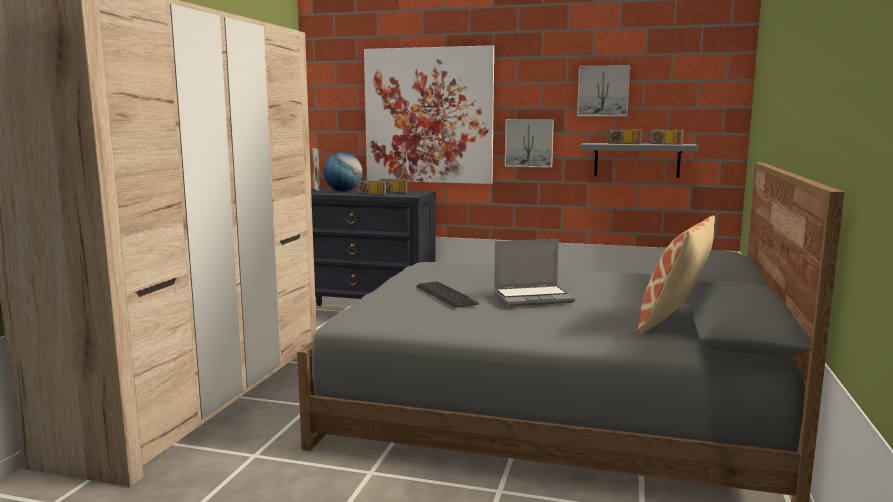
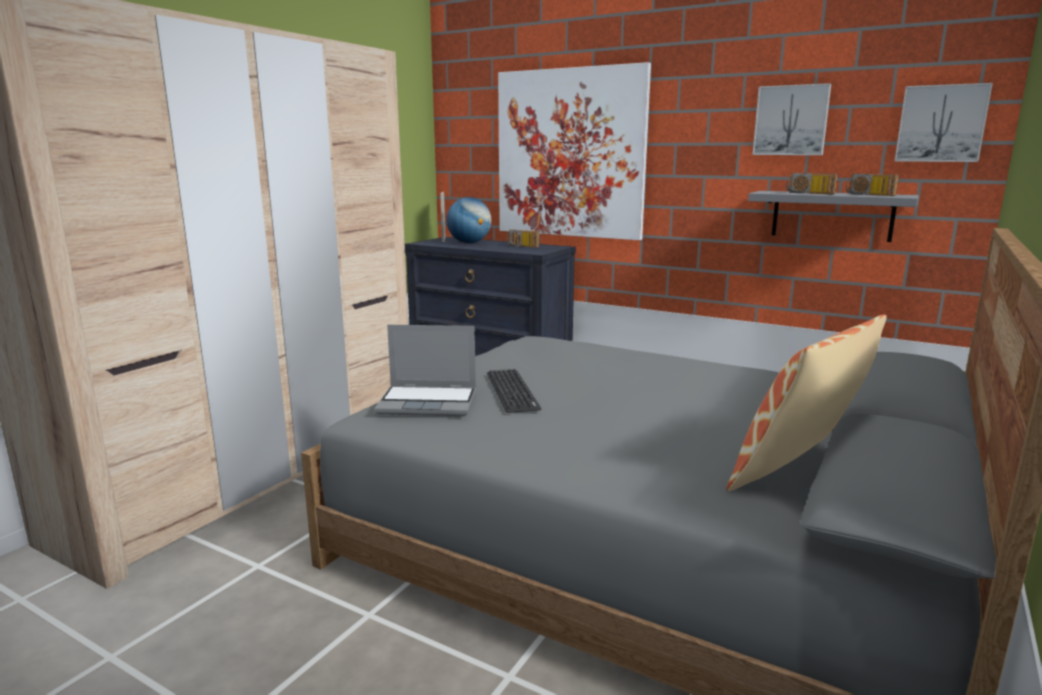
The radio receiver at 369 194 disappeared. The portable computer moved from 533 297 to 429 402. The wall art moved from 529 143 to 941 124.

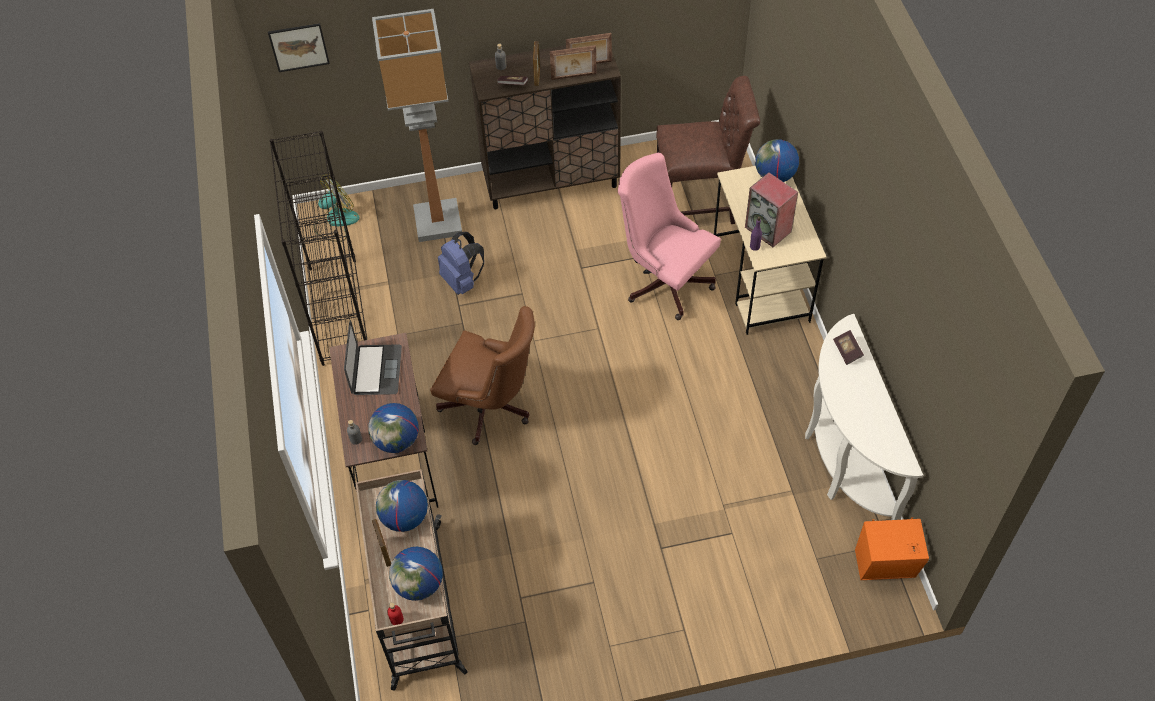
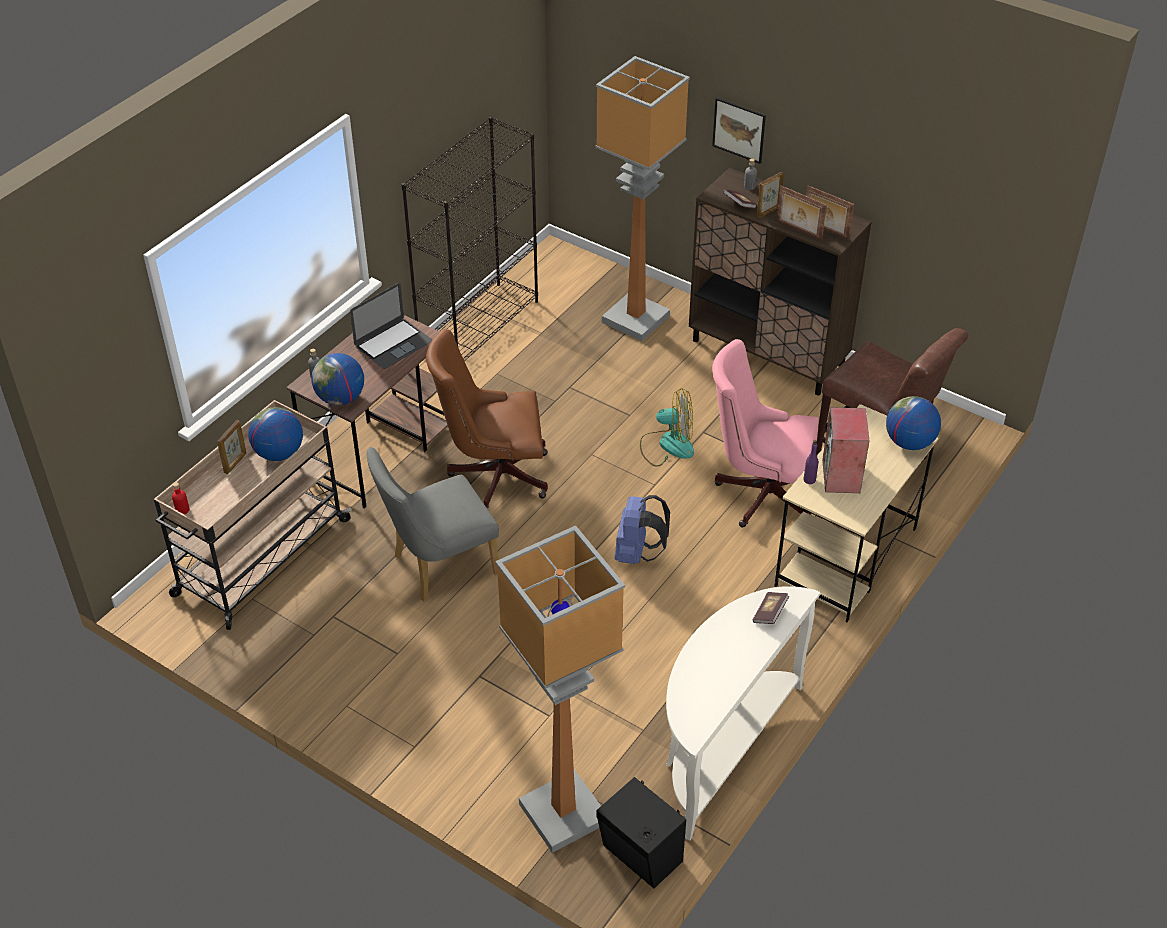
The wall art moved from 299 47 to 739 130. The fan moved from 336 222 to 667 445. The globe at 419 585 disappeared. The computer chair (brown) at 491 408 turned 105 degrees clockwise. The knapsack (bluish) moved from 462 281 to 638 553. The computer chair (pink) at 664 280 turned 75 degrees counterclockwise. The audio speaker (orangey) at 886 566 became the audio speaker (blackish) at 641 857. The chair (gray) at 438 567 appeared. The standing lamp at 563 815 appeared.

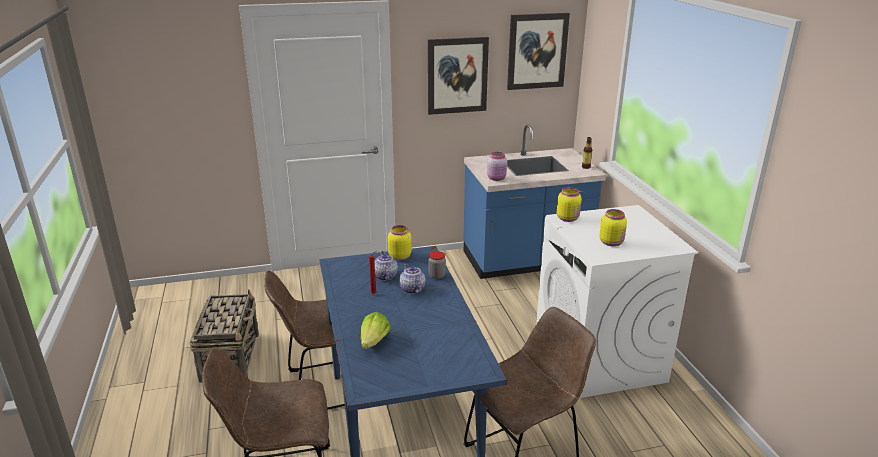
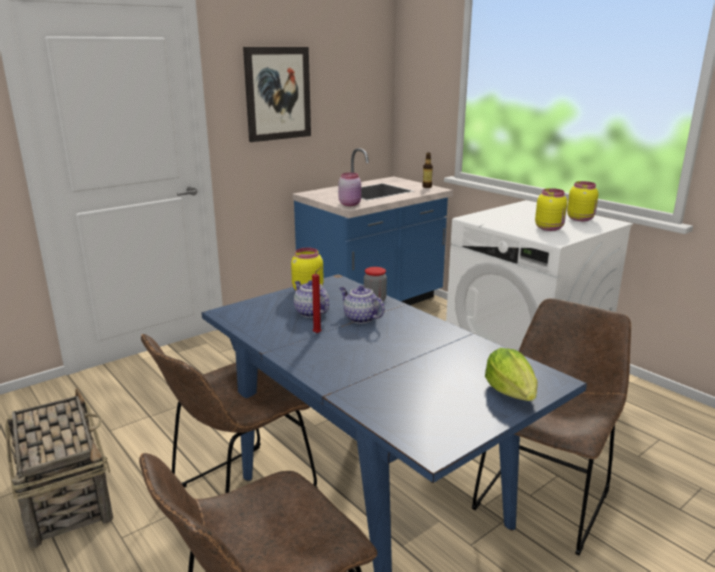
The head of lettuce moved from 374 342 to 512 393. The wall art at 537 51 disappeared. The jar (yellow) moved from 568 218 to 580 219.

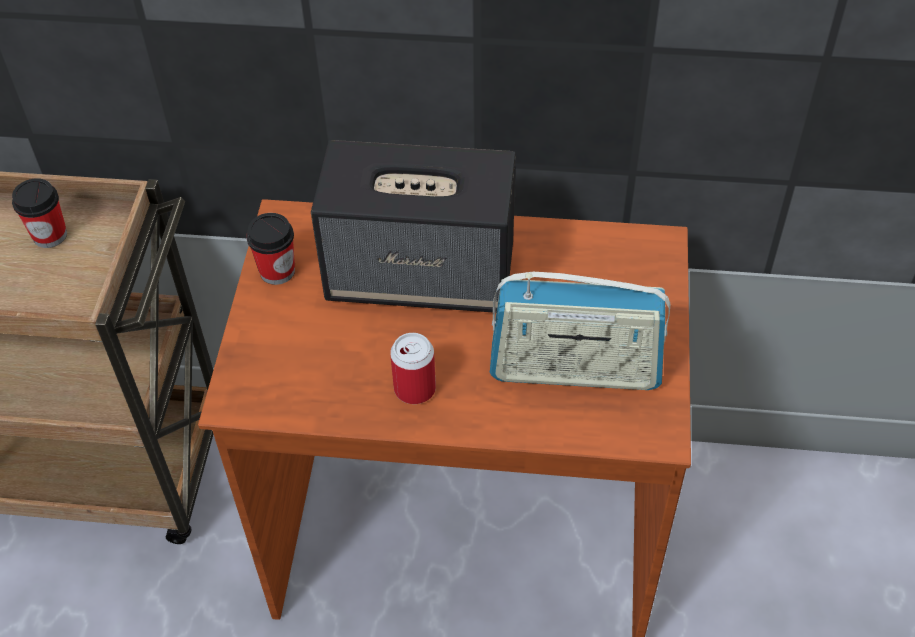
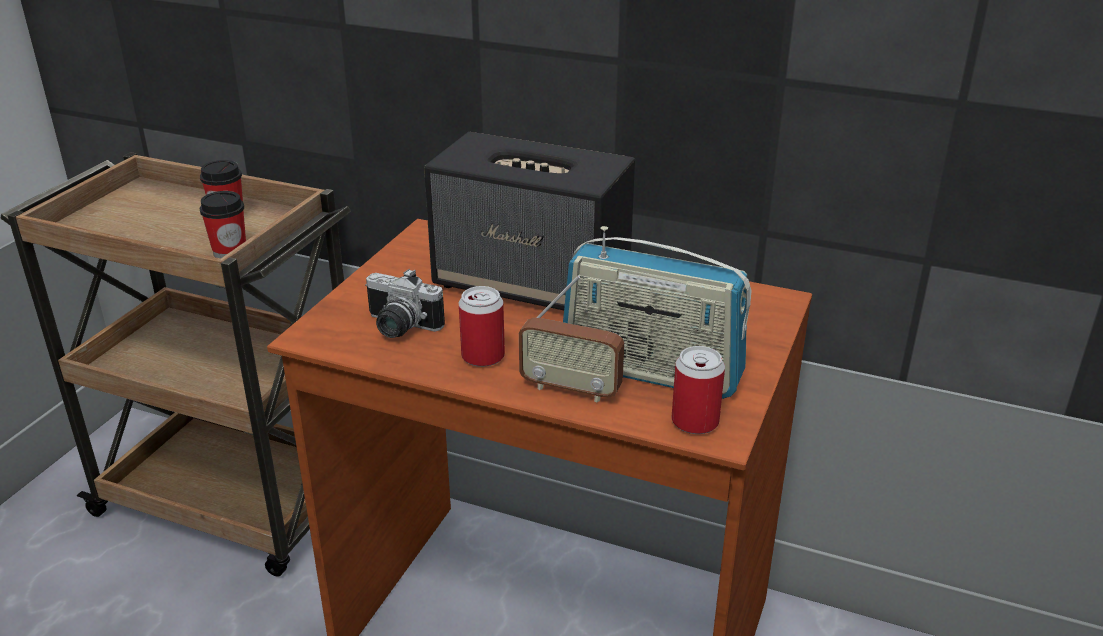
The drinking cup moved from 277 271 to 230 252. The photo camera at 398 328 appeared. The radio receiver at 570 389 appeared. The sealed can at 695 421 appeared.

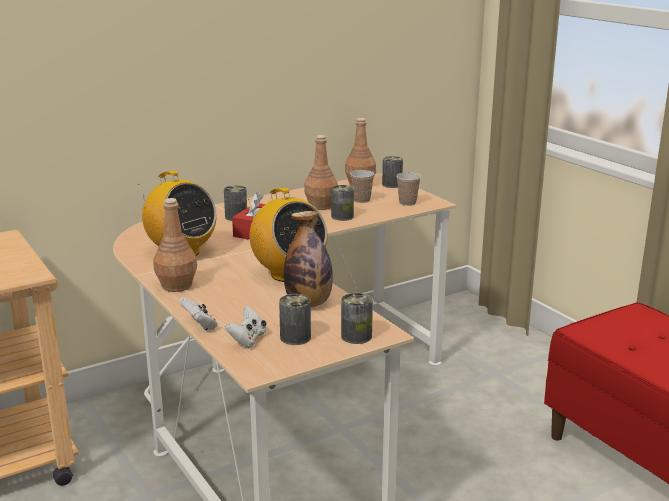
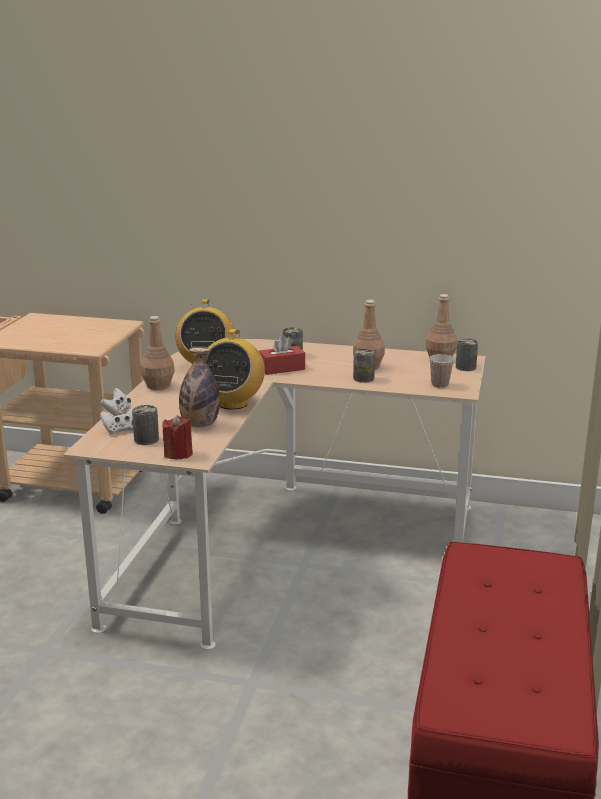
The sealed can at 356 336 was replaced by the candle (red-coloured) at 178 454. The drinking cup at 361 200 disappeared.

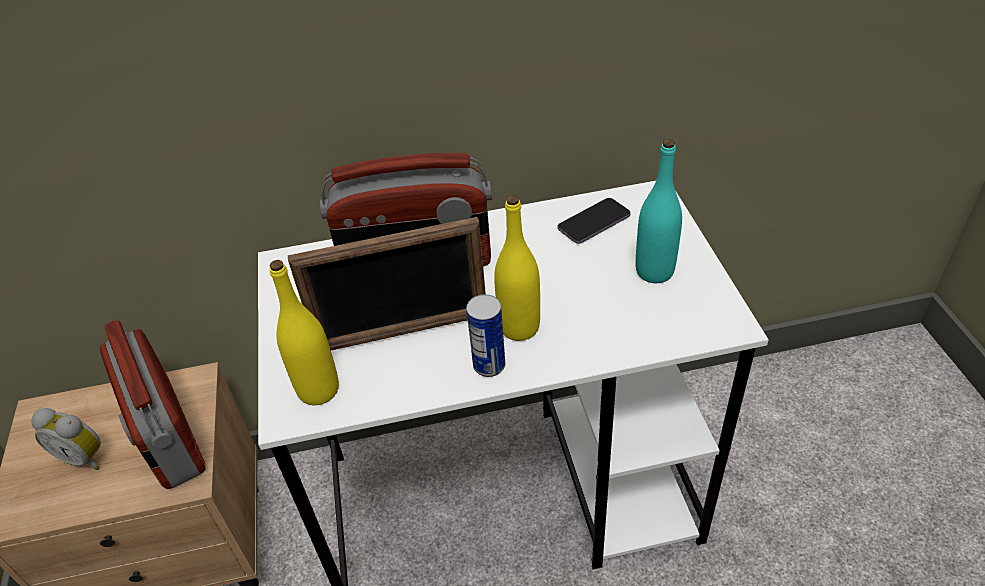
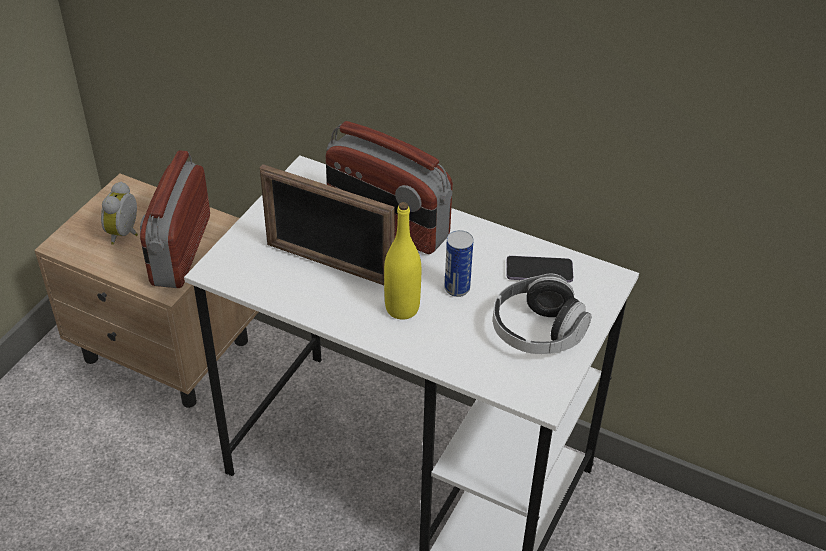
The table clock at 85 456 turned 45 degrees clockwise. The drink bottle (yellow) at 318 390 disappeared. The sealed can moved from 489 365 to 457 288. The drink bottle (blue-green) at 654 271 was replaced by the pair of headphones at 537 331.

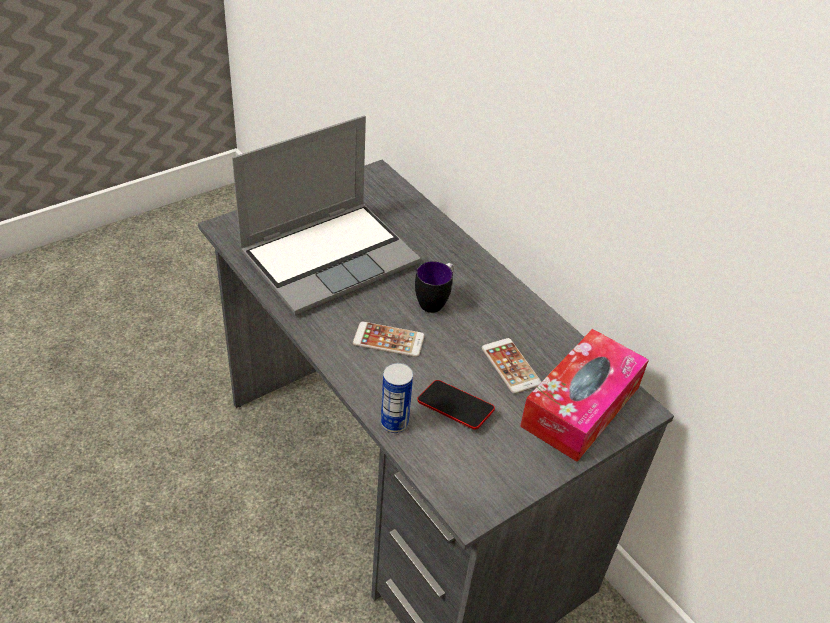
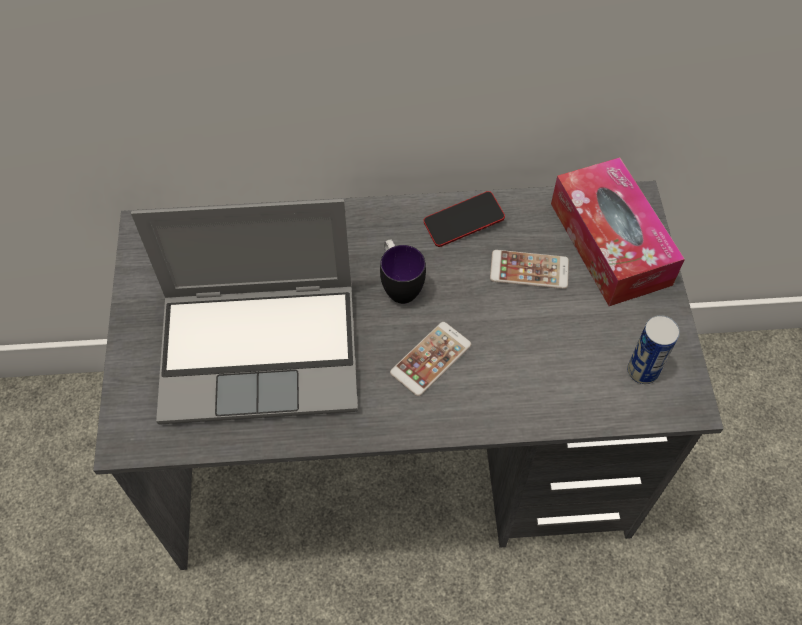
The portable computer at 330 257 turned 90 degrees clockwise. The sealed can moved from 394 423 to 642 371. The phone moved from 455 408 to 463 222.

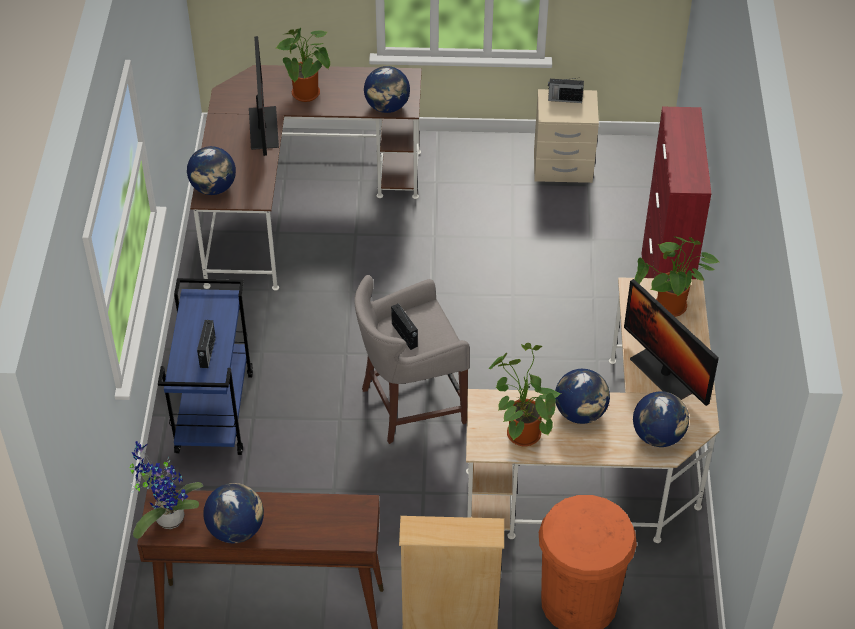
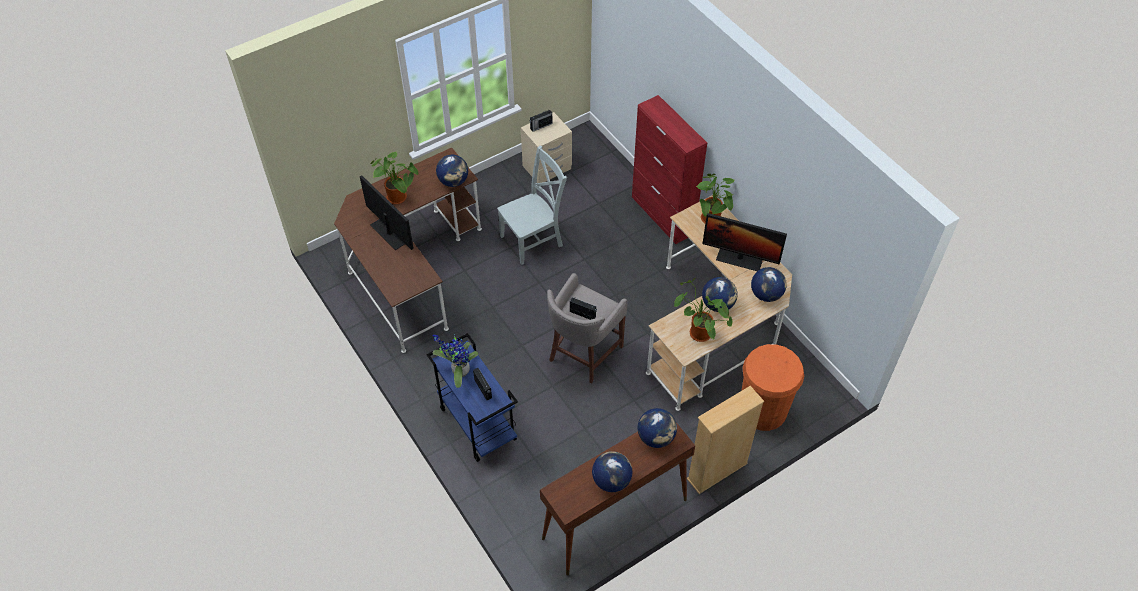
The plant in a pot moved from 166 517 to 458 371. The globe moved from 213 188 to 656 437. The chair (gray) at 534 240 appeared.

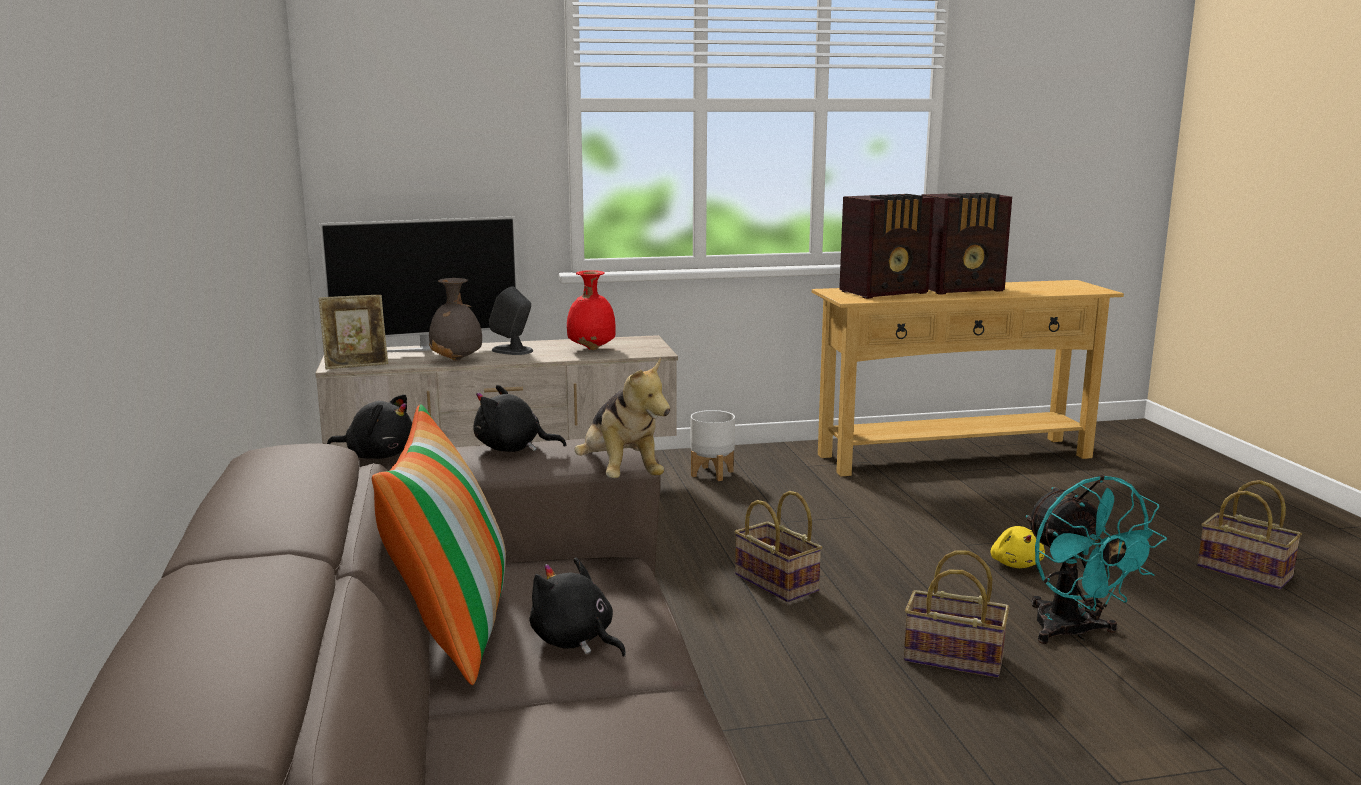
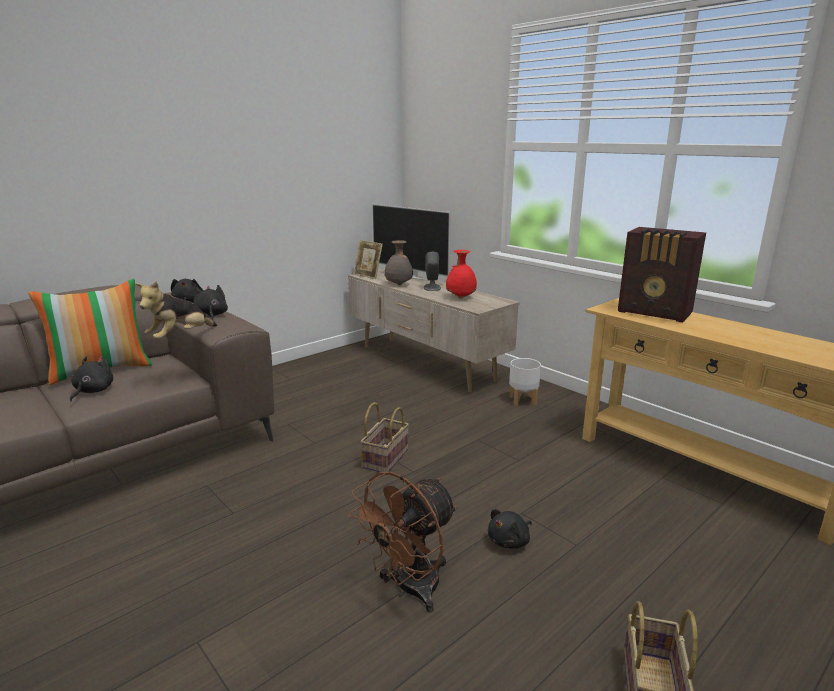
The storage basket at 950 658 disappeared. The radio receiver at 962 289 disappeared. The plush toy (yellow) at 1015 564 became the plush toy (blackish) at 510 541. The fan (blue-green) at 1073 633 became the fan (brown) at 409 589.

